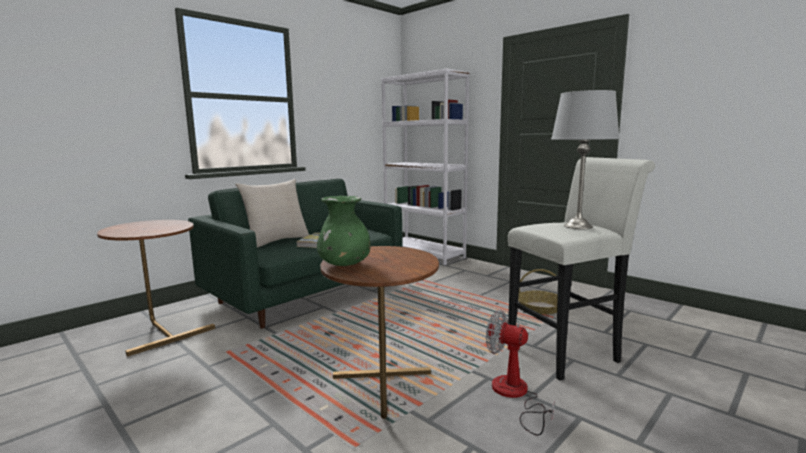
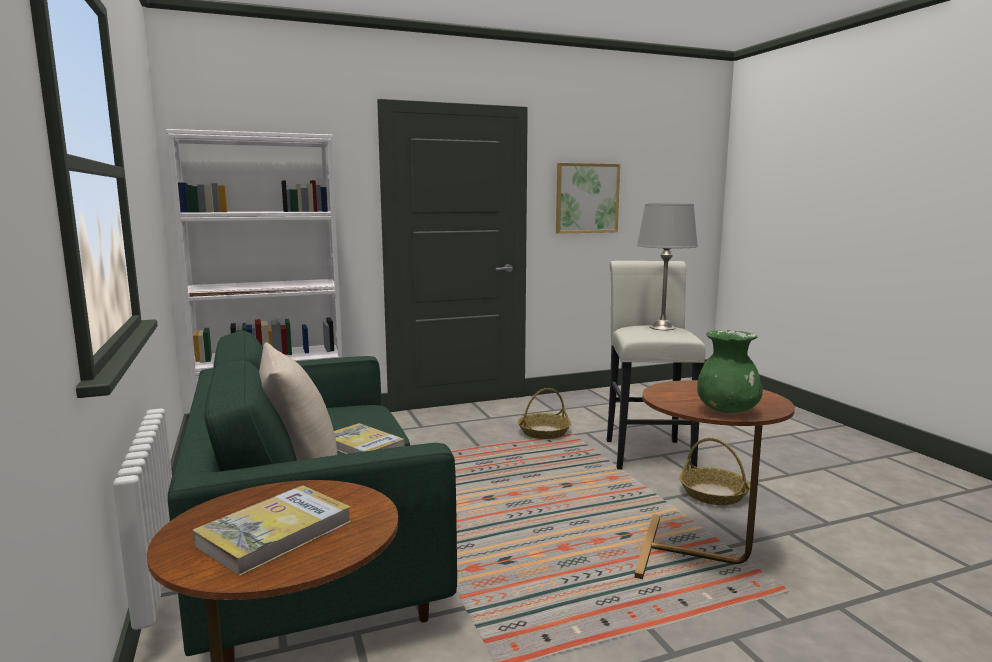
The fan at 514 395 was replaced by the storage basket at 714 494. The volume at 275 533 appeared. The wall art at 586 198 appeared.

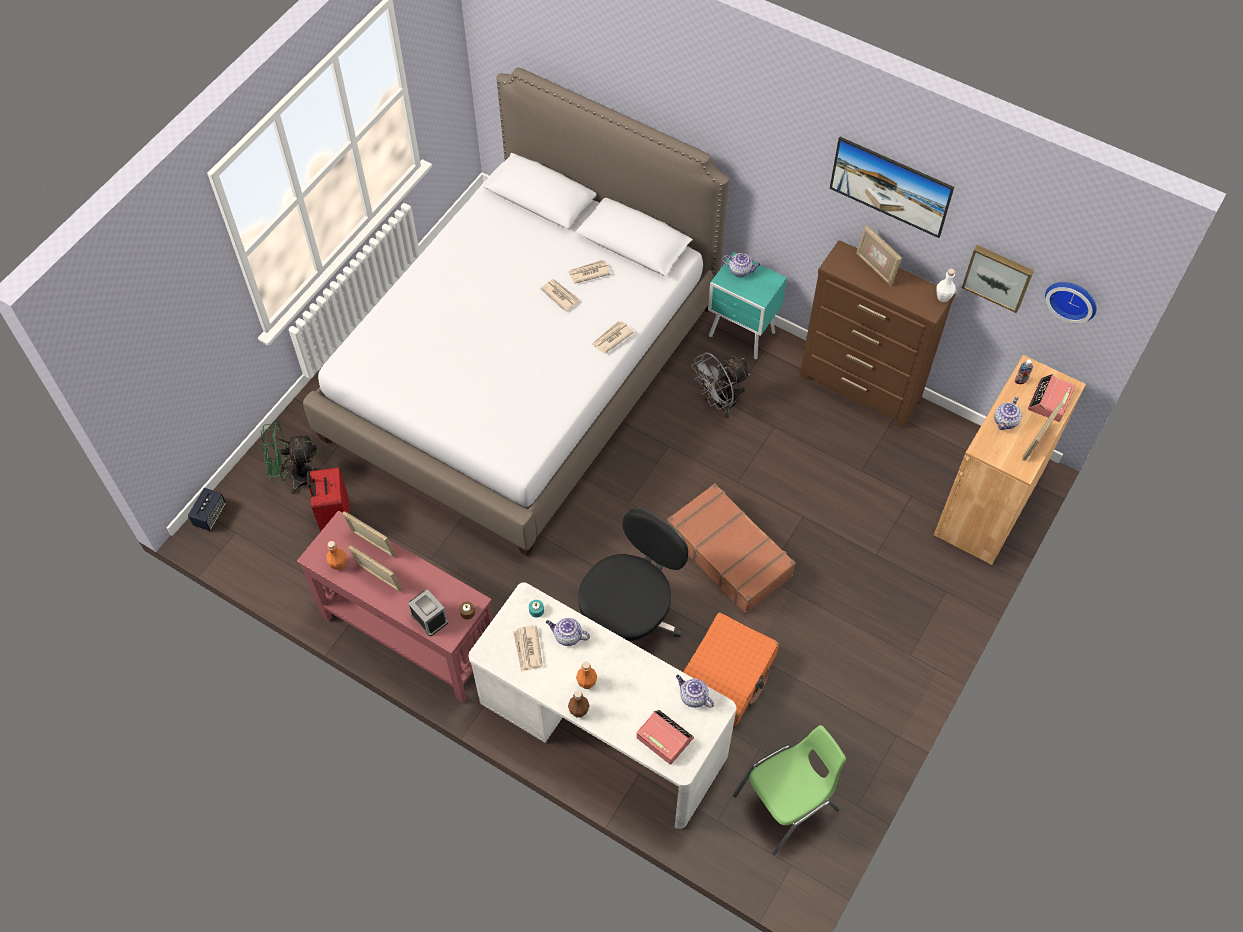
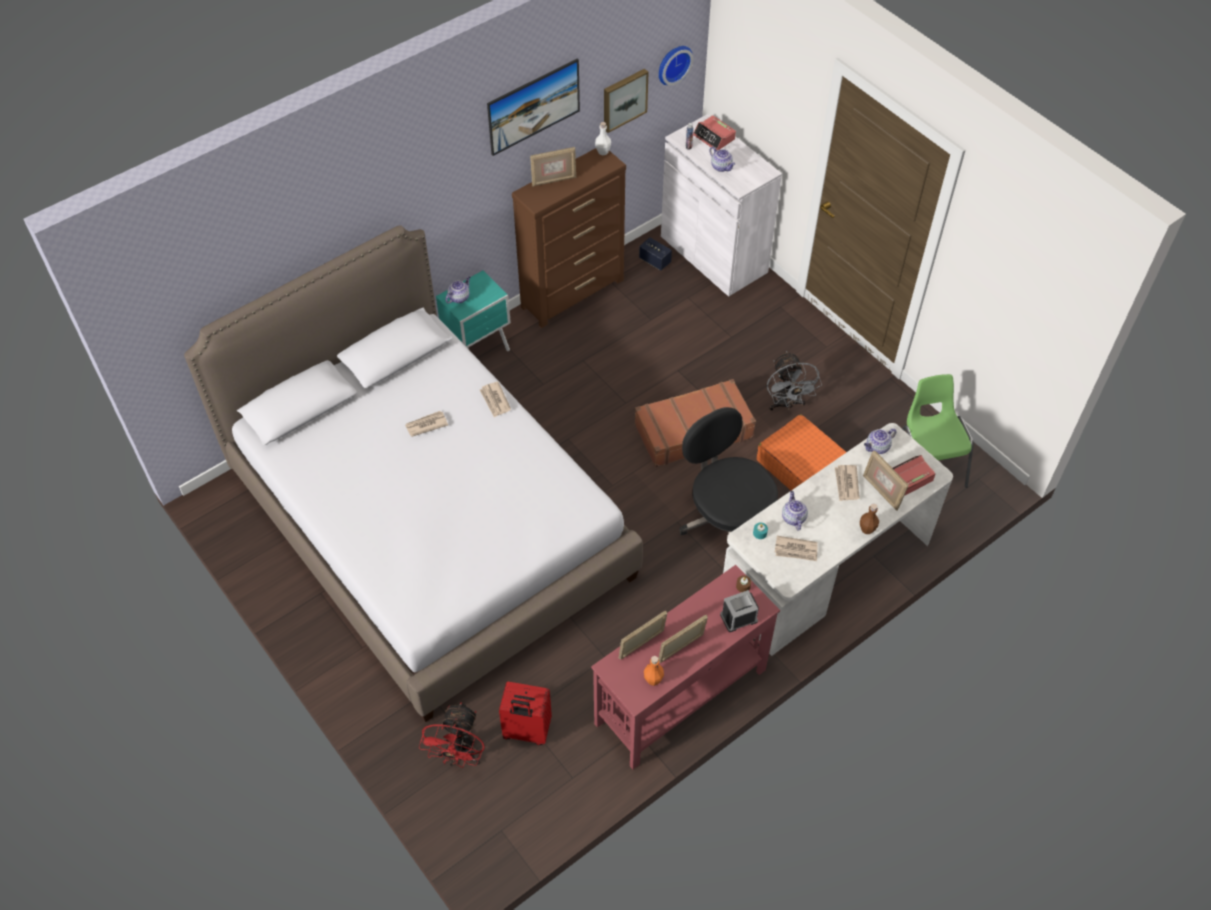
The audio speaker moved from 210 515 to 655 261. The fan (greenish) at 296 476 became the fan (red-coloured) at 459 756. The teapot at 567 636 turned 135 degrees clockwise. The newspaper moved from 589 273 to 846 484. The drink bottle (orangey) at 587 683 disappeared. The fan (gray) moved from 719 402 to 786 404. The cupboard (brown) at 989 502 became the cupboard (whitish) at 713 254. The picture frame moved from 1037 442 to 881 492.

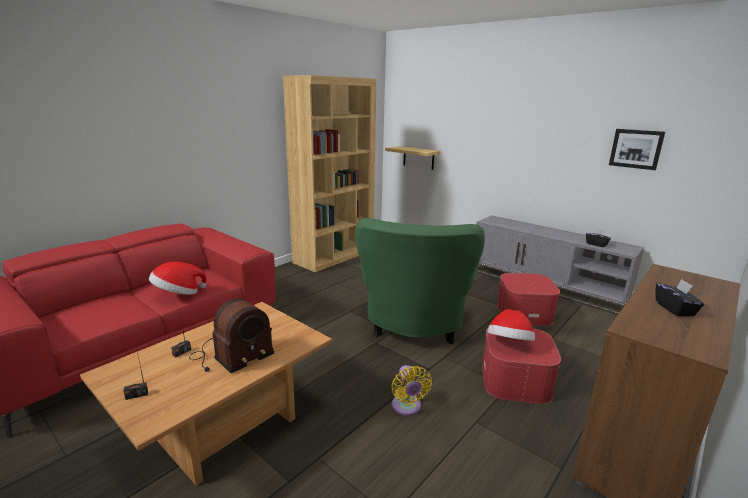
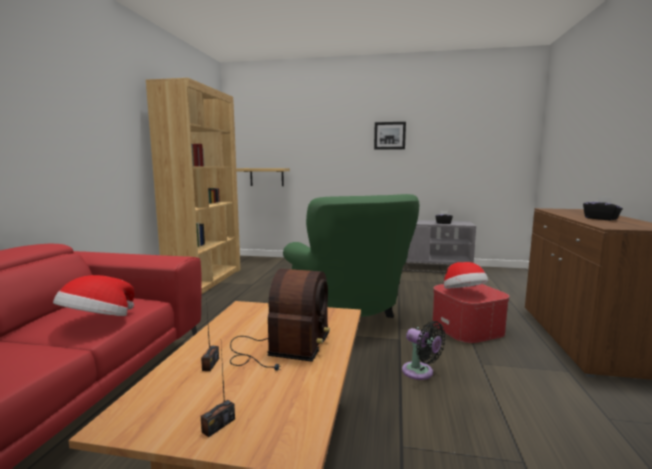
The fan (yellow) at 407 407 became the fan (blackish) at 420 372. The footrest at 524 312 disappeared. The wall art moved from 636 149 to 389 135.

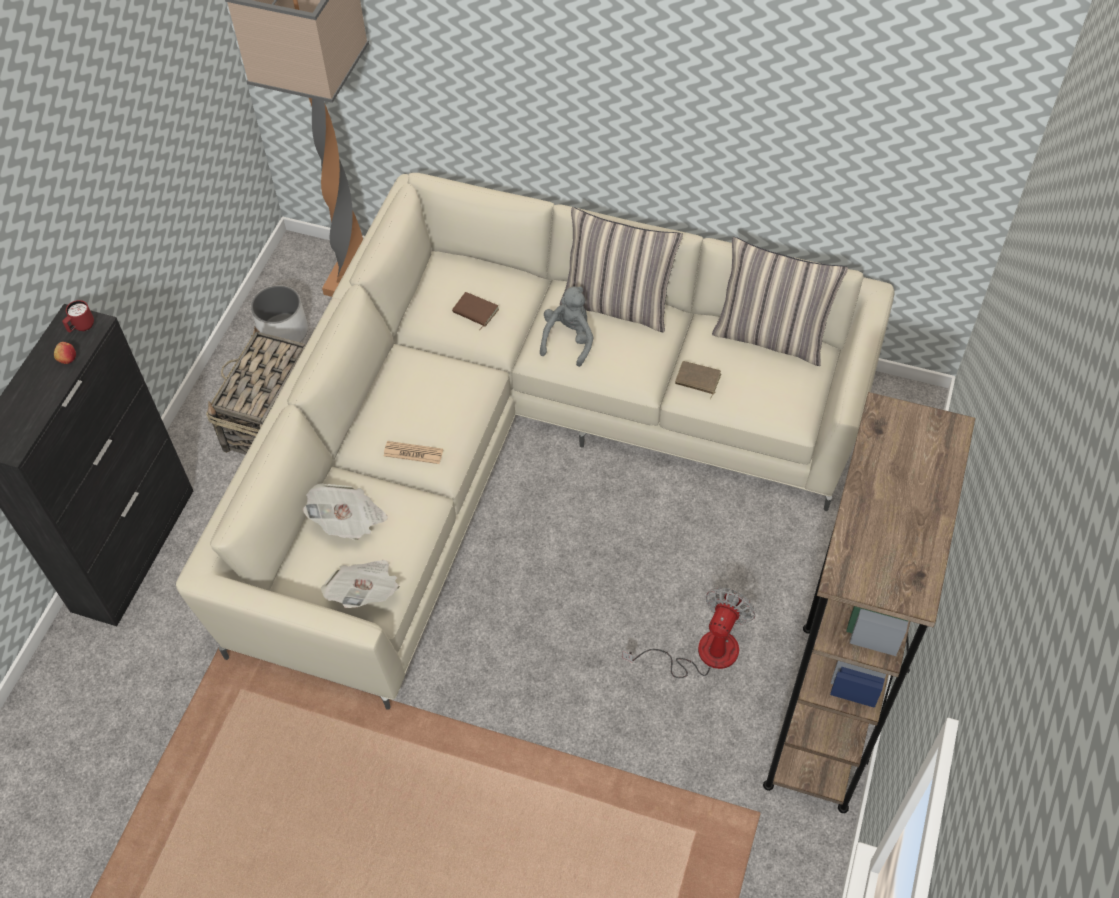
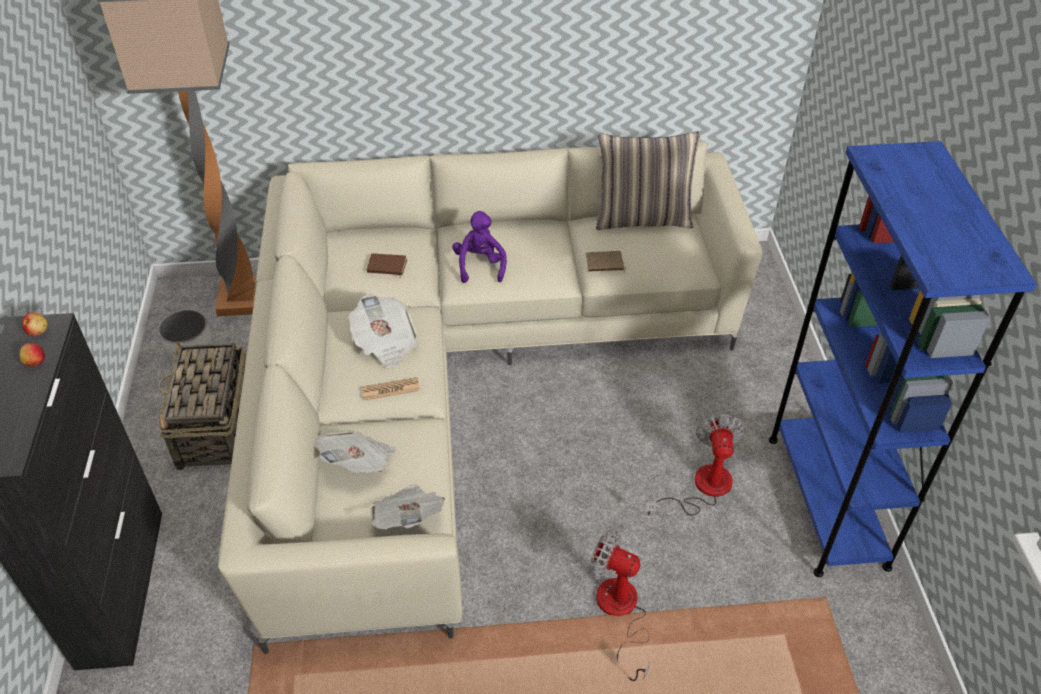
The coffee mug (red-coloured) at 81 327 was replaced by the apple at 38 331. The plush toy (gray) at 569 340 became the plush toy (purple-coloured) at 480 266. The cushion at 618 305 disappeared. The bookcase (brown) at 824 715 became the bookcase (bluish) at 826 500. The newspaper at 385 344 appeared. The fan at 620 612 appeared.

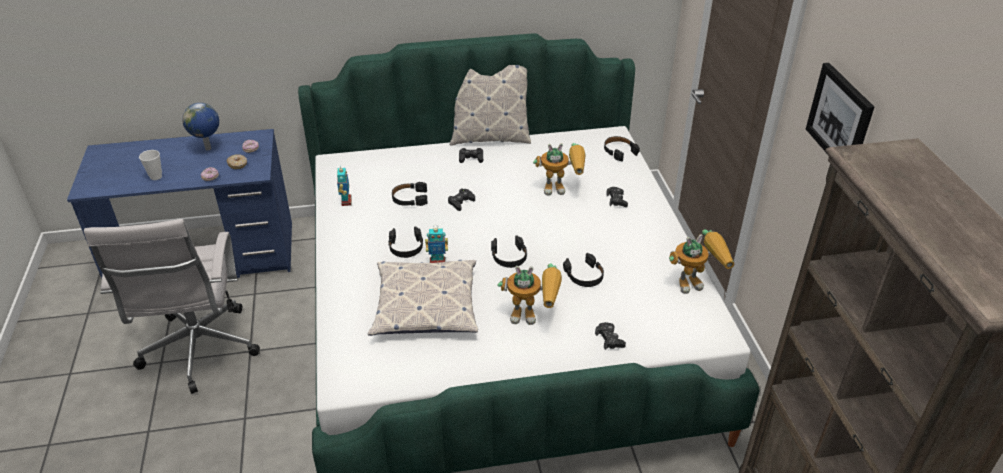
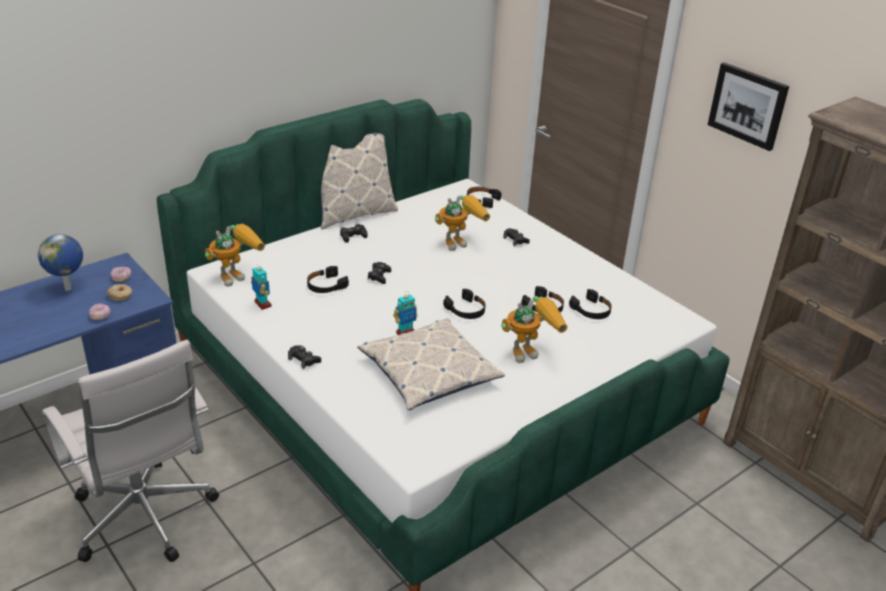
The drinking cup at 156 177 disappeared. The pair of headphones (blackish) moved from 406 247 to 591 310. The gamepad (blackish) moved from 609 339 to 304 360. The model robot moved from 696 281 to 237 274.

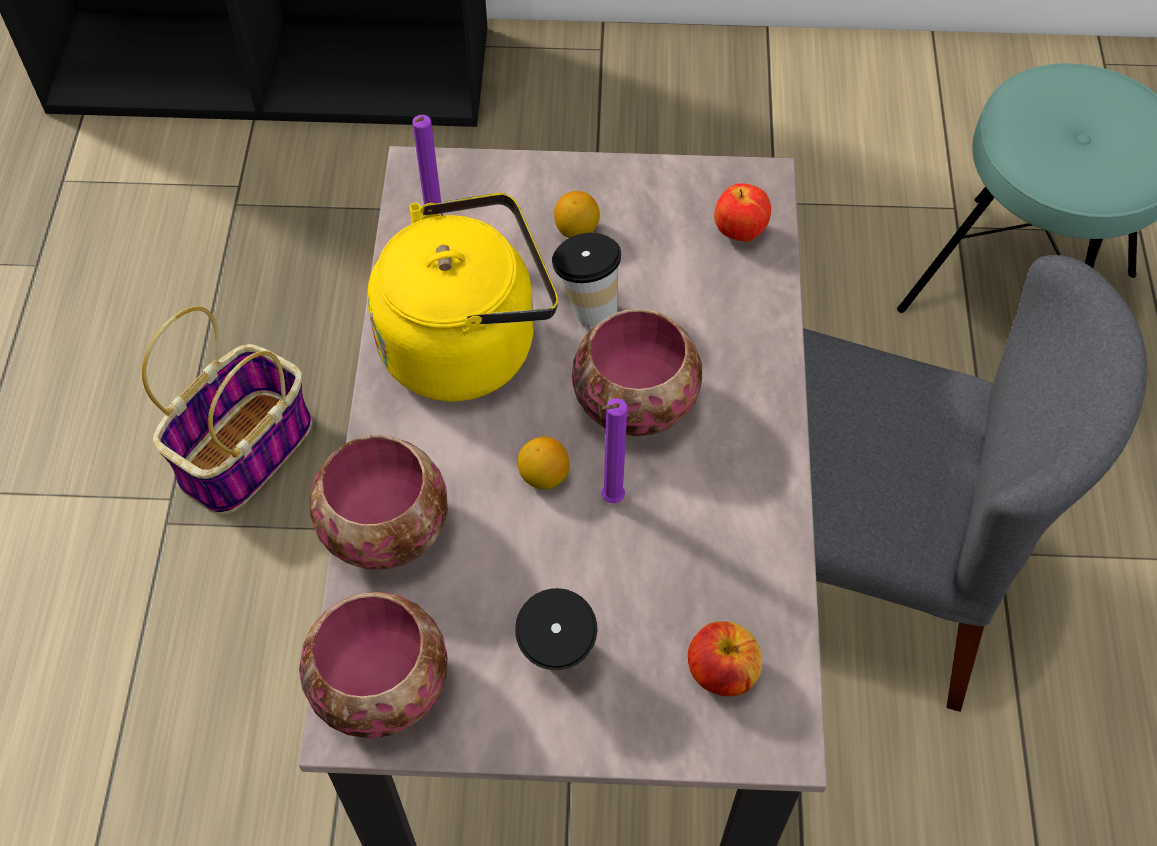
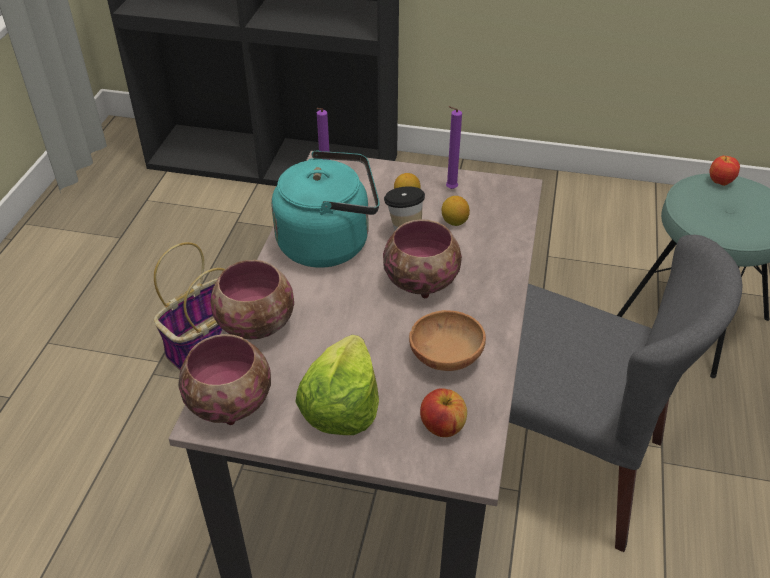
The tea kettle (yellow) at 467 343 became the tea kettle (blue-green) at 329 243. The drinking cup at 557 661 was replaced by the head of lettuce at 341 406. The citrus fruit moved from 544 476 to 454 222. The candle (purple-coloured) moved from 609 500 to 449 189. The apple moved from 739 233 to 720 182. The serving bowl (brown) at 445 356 appeared.

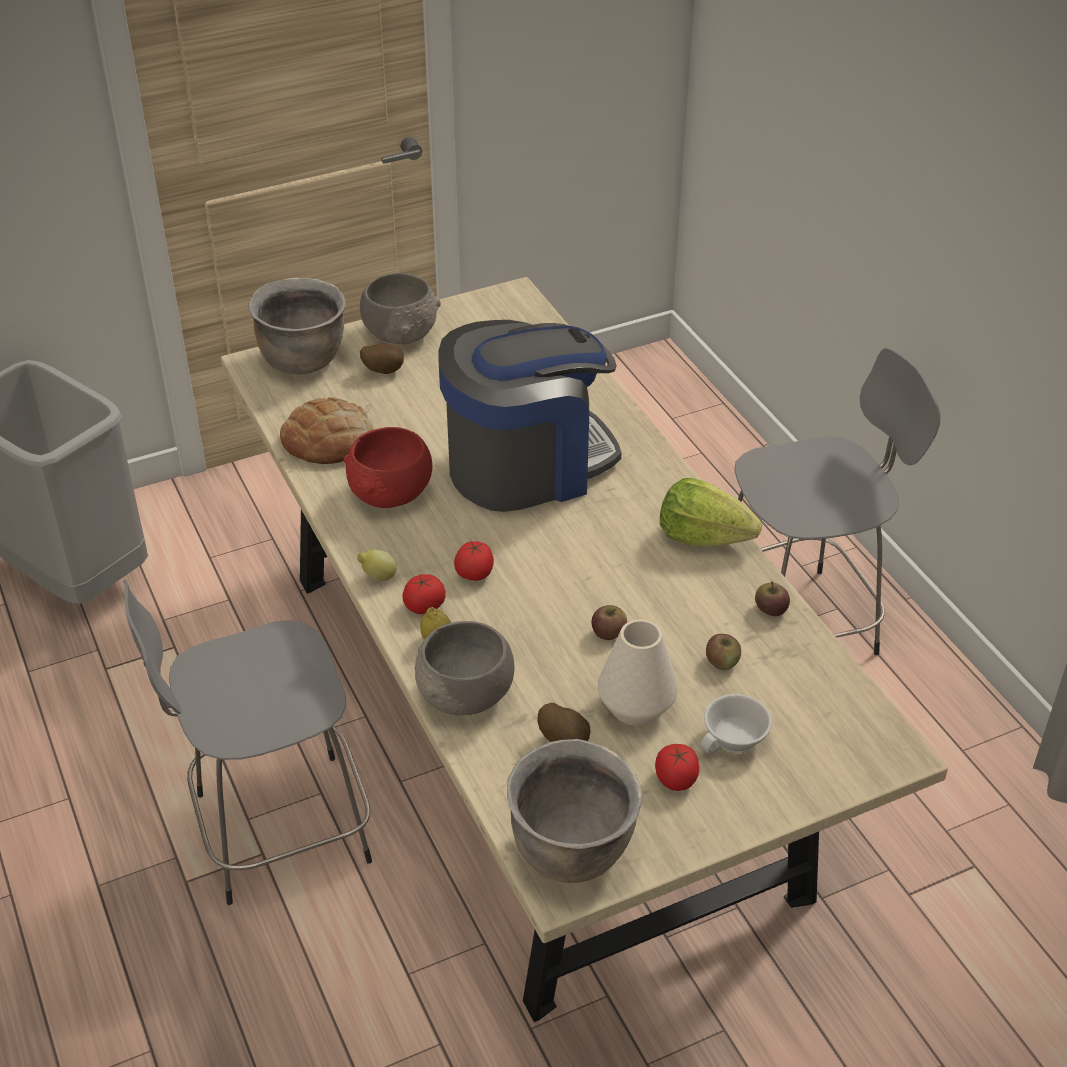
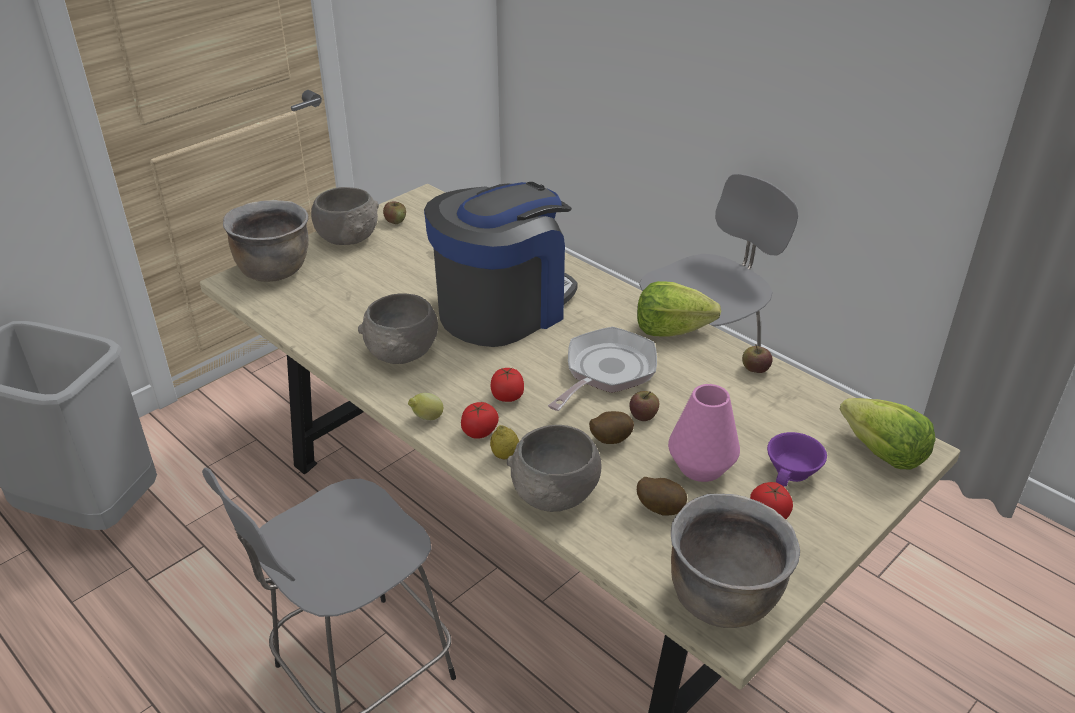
The baked bread at 328 439 disappeared. The serving bowl (red-coloured) at 390 494 became the serving bowl (gray) at 402 352. The spud moved from 383 371 to 609 440. The vase (whitish) at 636 707 became the vase (pink) at 700 466. The drinking cup (whitish) at 735 741 became the drinking cup (purple-coloured) at 794 472. The apple moved from 722 662 to 395 221. The skillet at 606 371 appeared. The head of lettuce at 882 453 appeared.

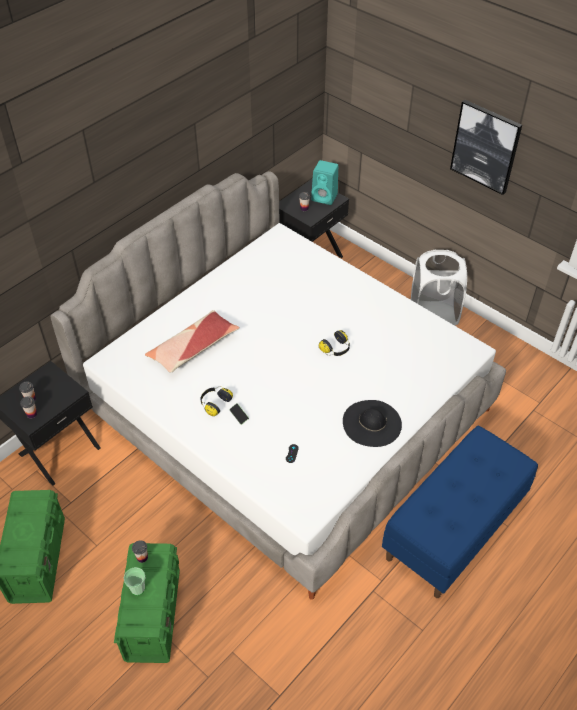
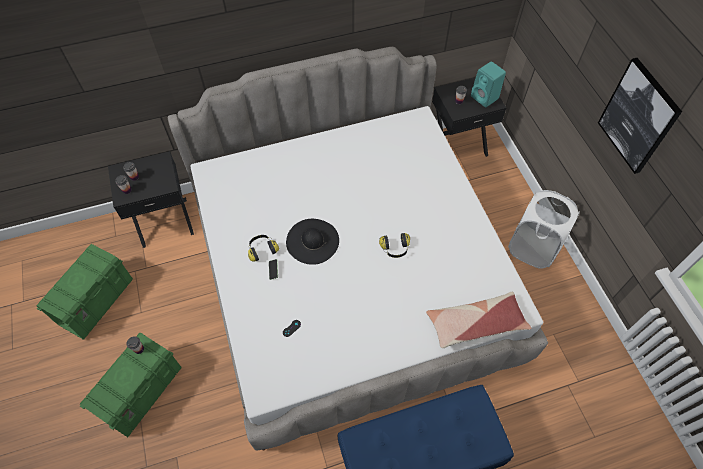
The drinking cup at 137 588 disappeared. The cushion moved from 193 348 to 475 324. The hat (blackish) moved from 372 423 to 312 241.

